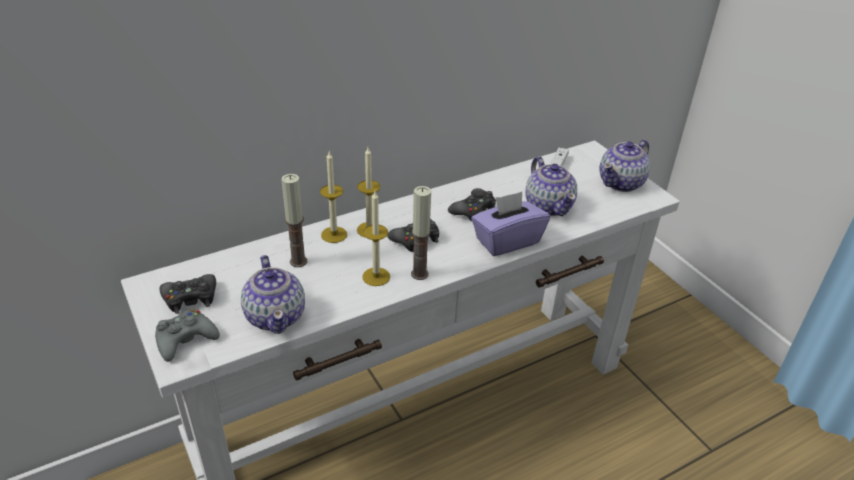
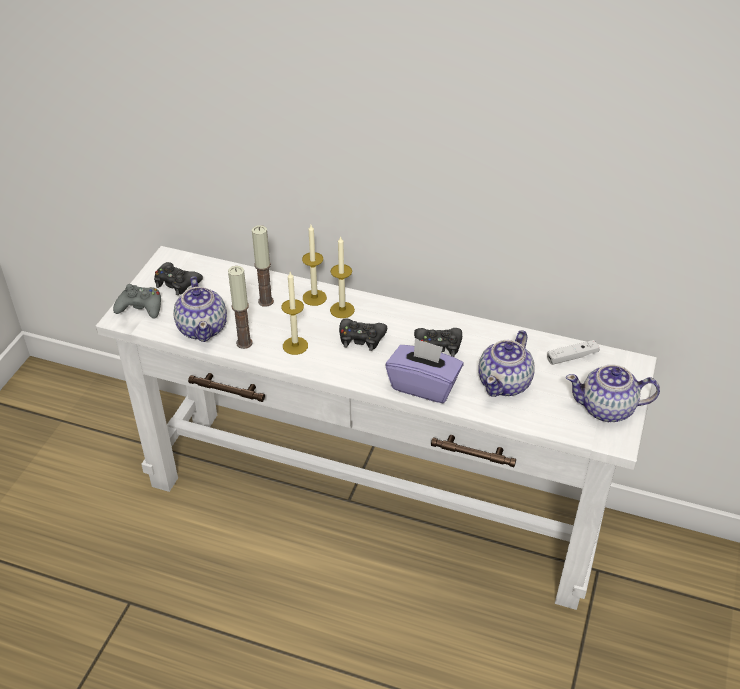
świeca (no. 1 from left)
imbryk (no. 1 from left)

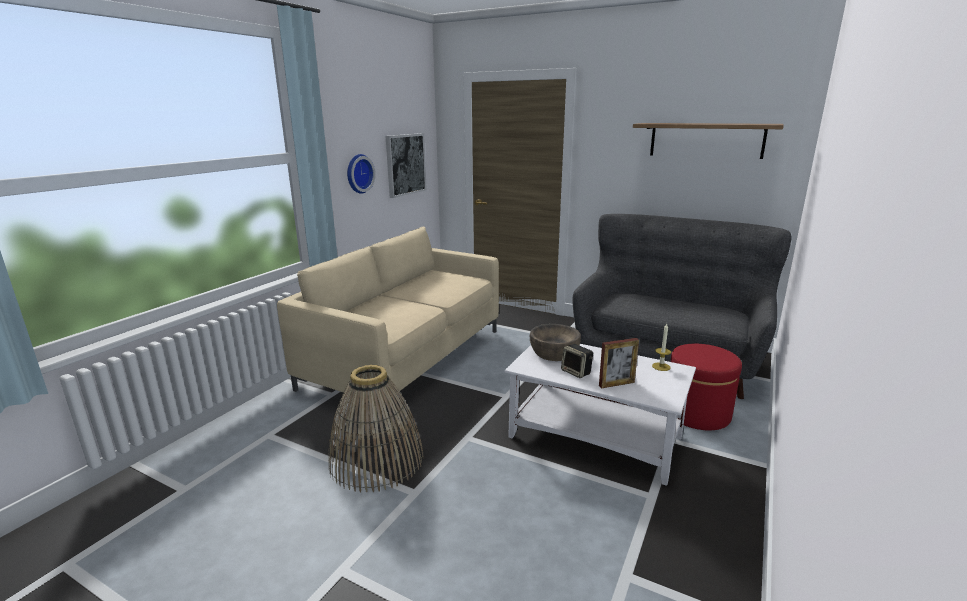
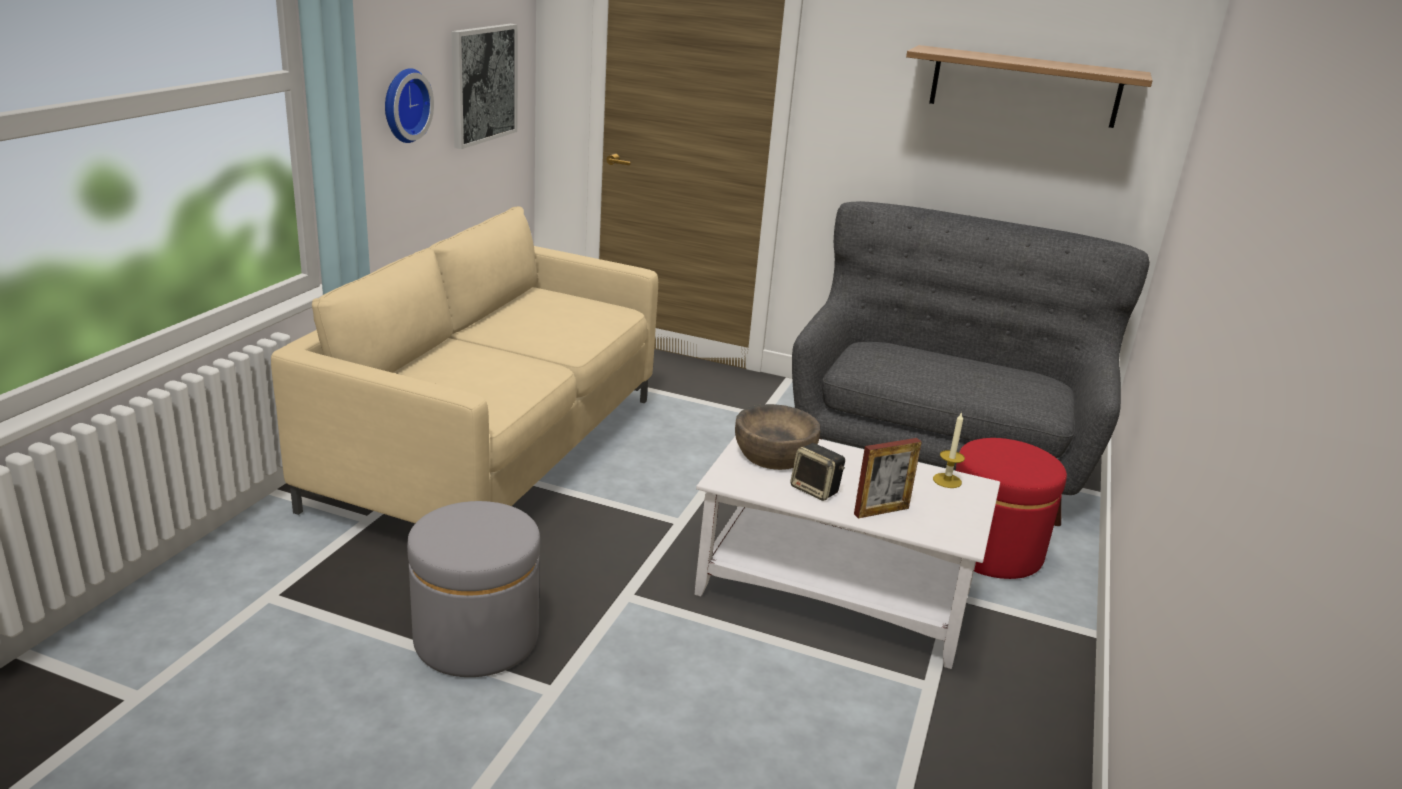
pufa/szary

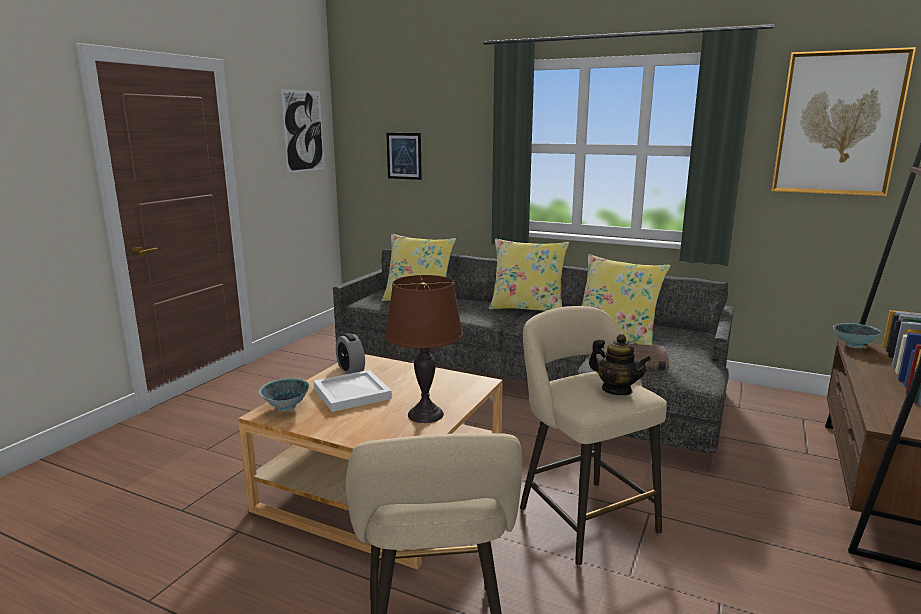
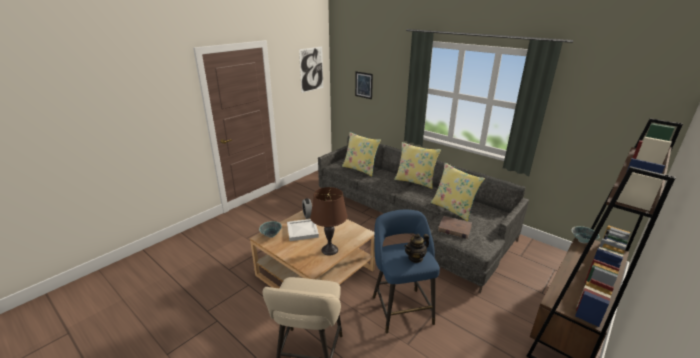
obraz (no. 3 from left in the first image)
stołek/niebieski
imbryk

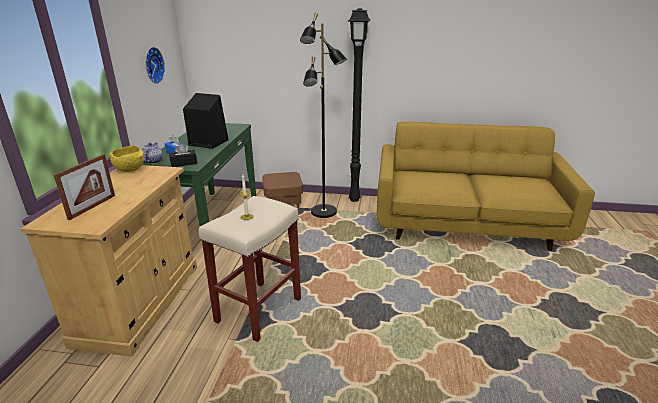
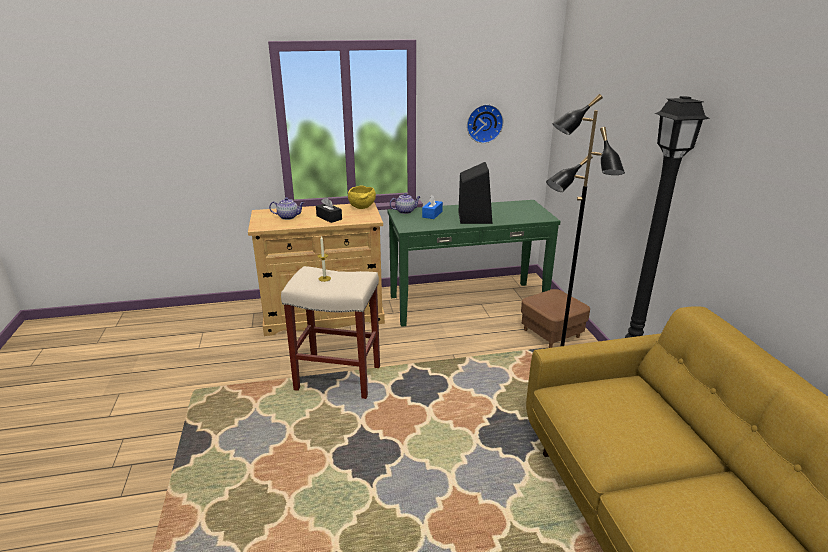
pudełko chusteczek/czarny
imbryk (no. 1 from left)

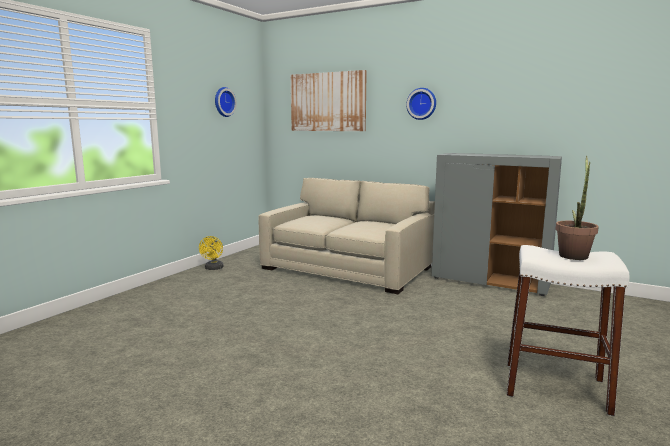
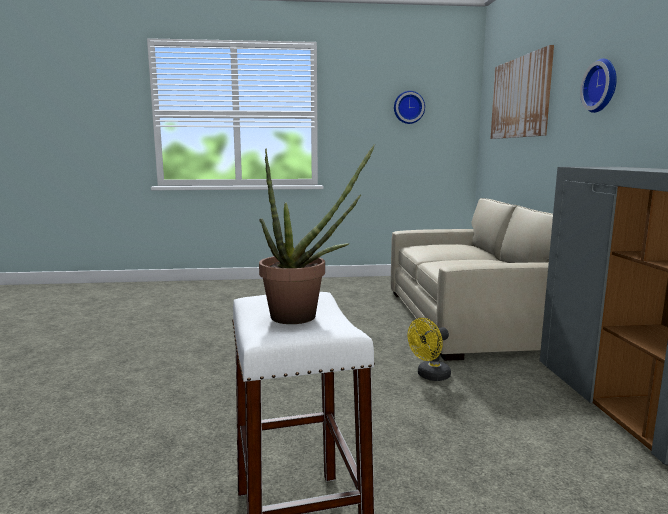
wentylator/żółty

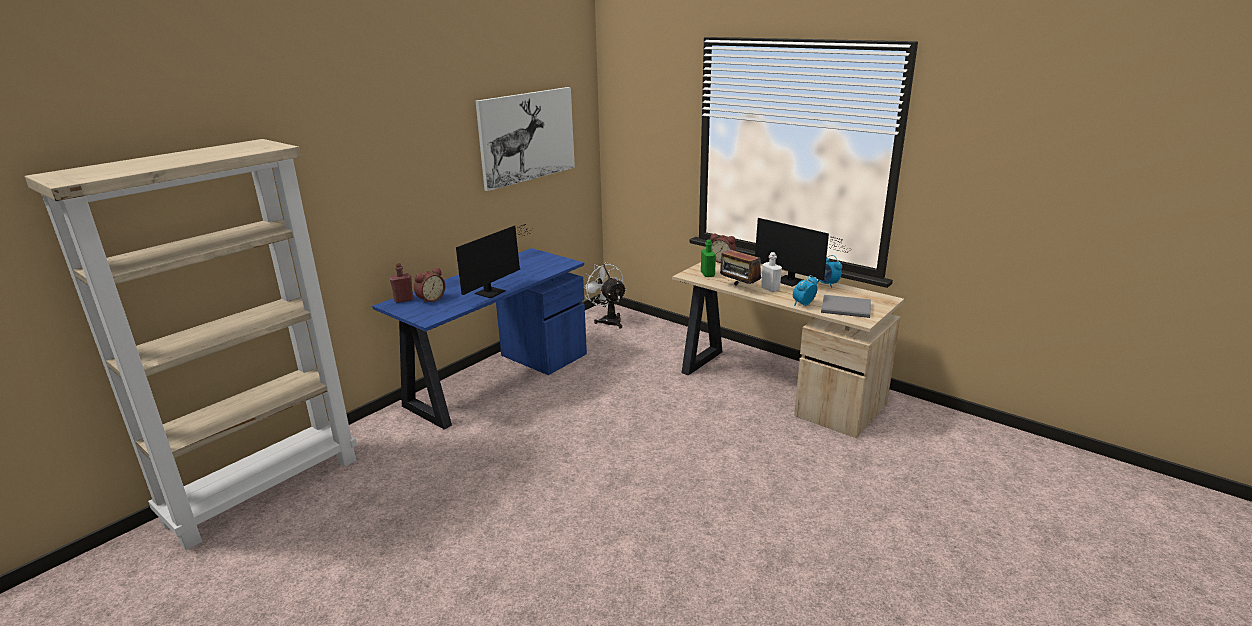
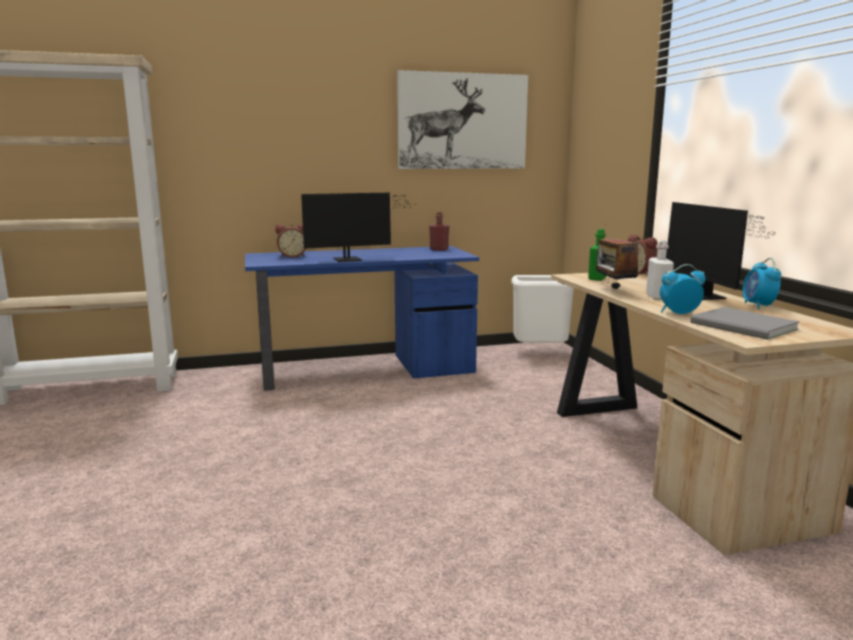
butelka/czerwony
kosz na śmieci/biały

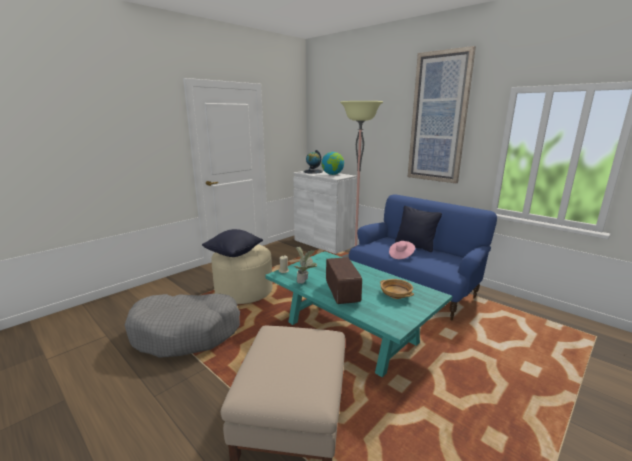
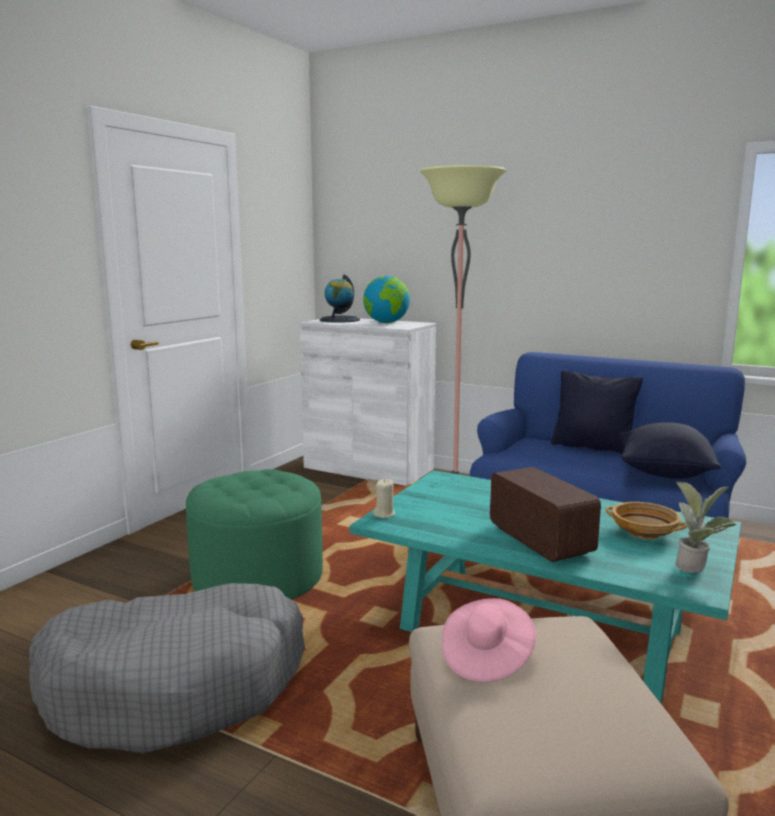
obraz
poduszka/czarny (no. 2 from left)
roślina doniczkowa
kapelusz/różowy
pufa/zielony

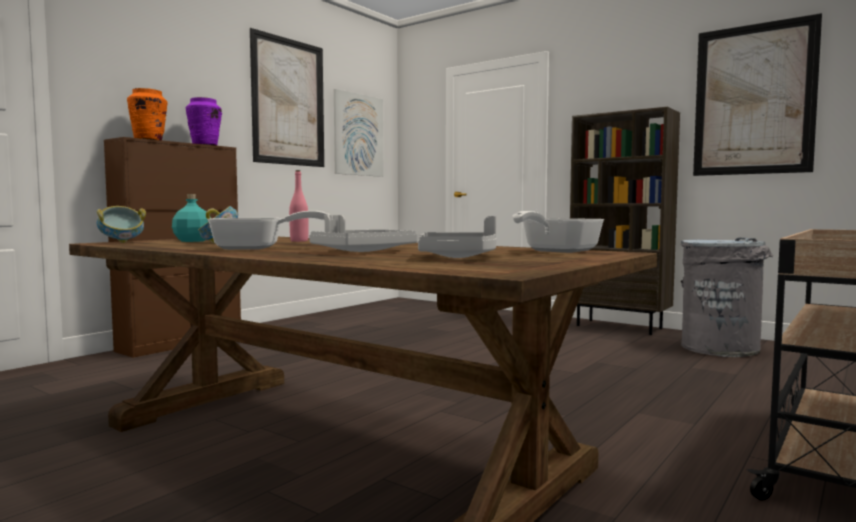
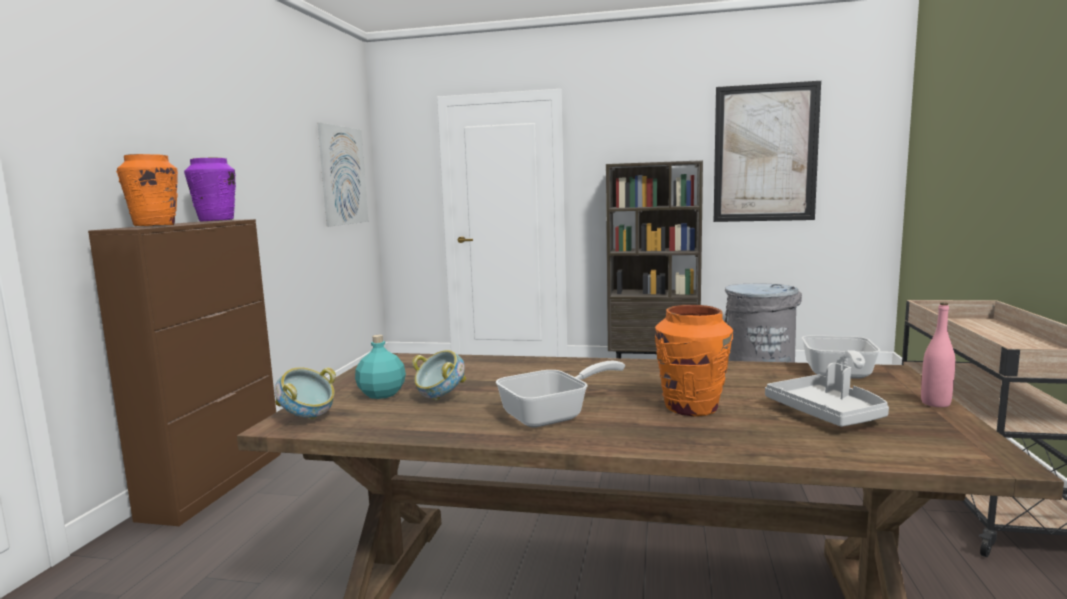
obraz (no. 1 from left in the first image)
butelka/różowy
wazon/pomarańczowy (no. 2 from left)

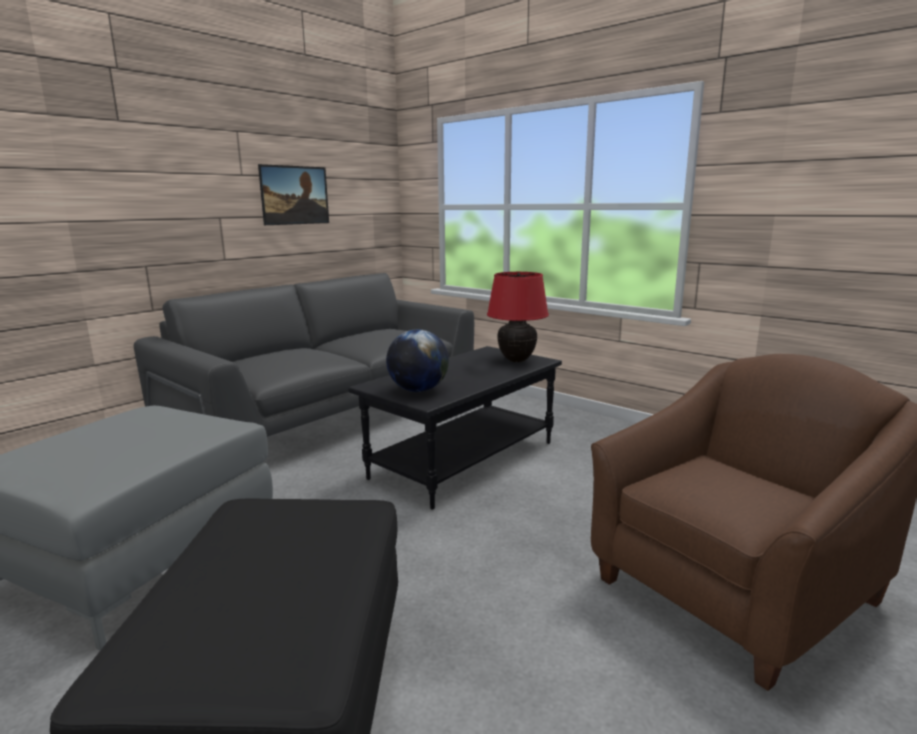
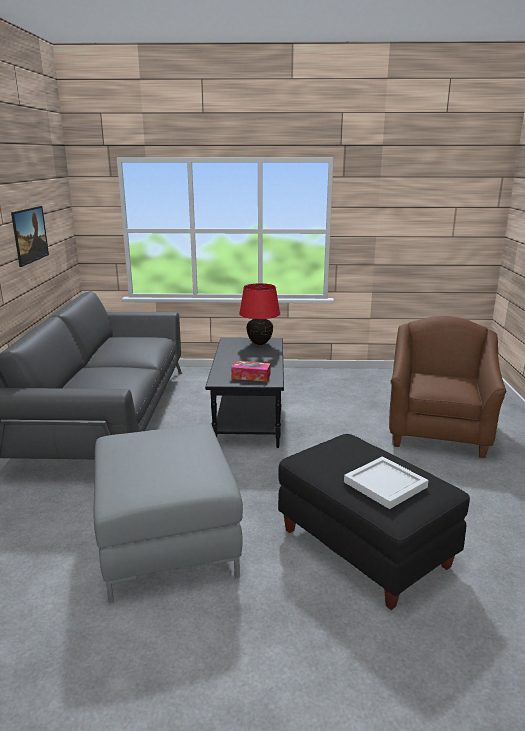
taca/biały
pudełko chusteczek

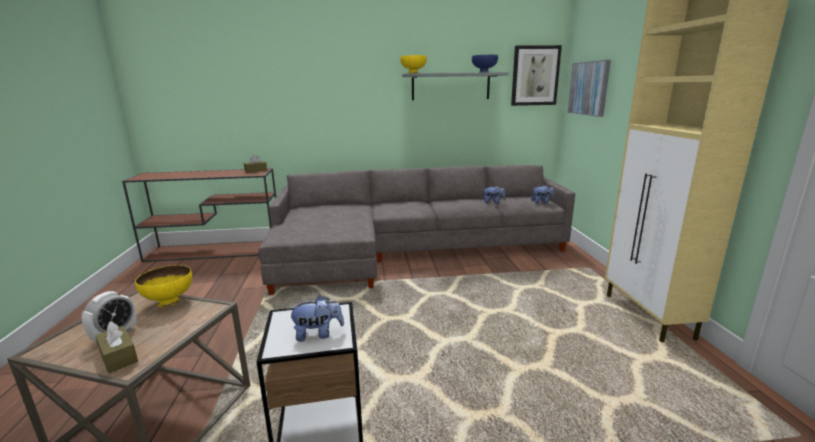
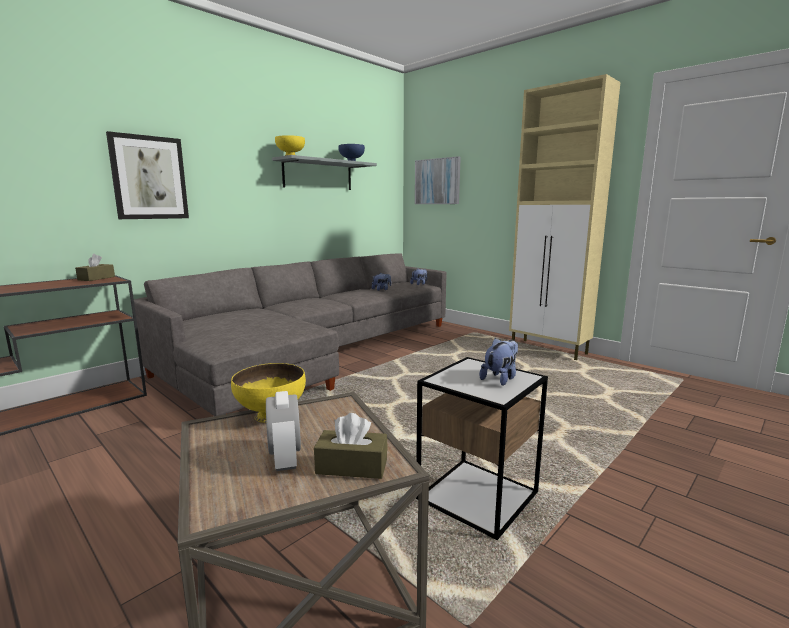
obraz (no. 1 from left)

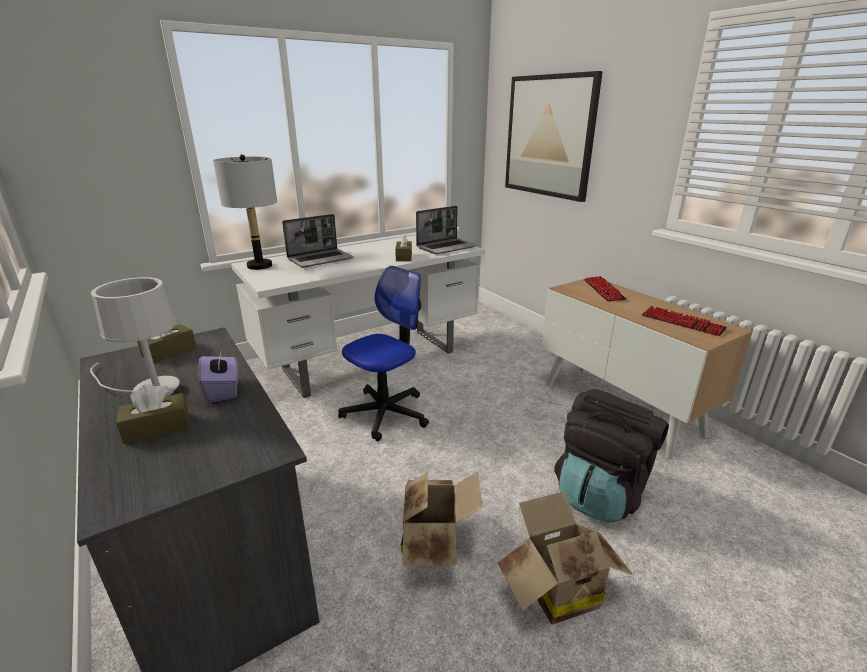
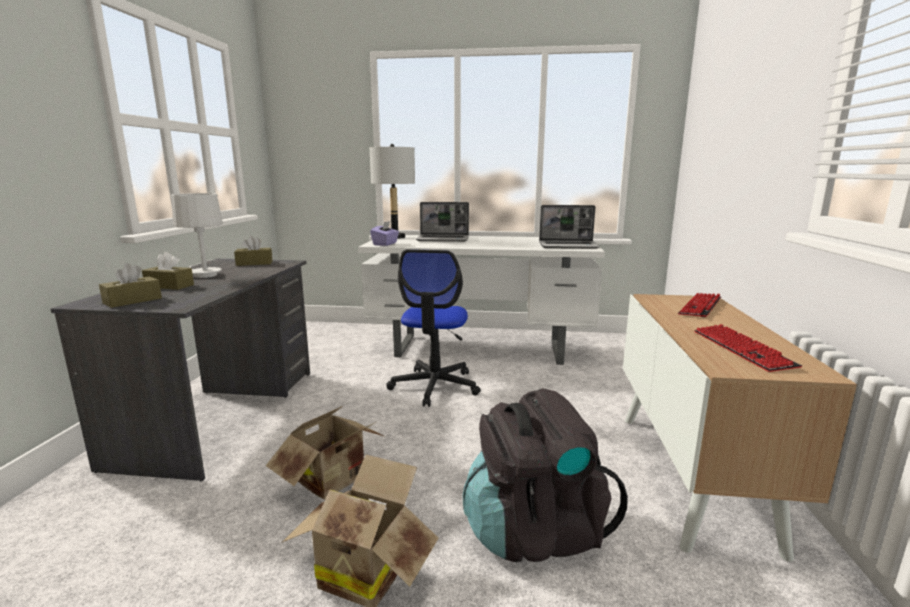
obraz
pudełko chusteczek/fioletowy
pudełko chusteczek/brązowy (no. 1 from left)
krzesło biurowe

